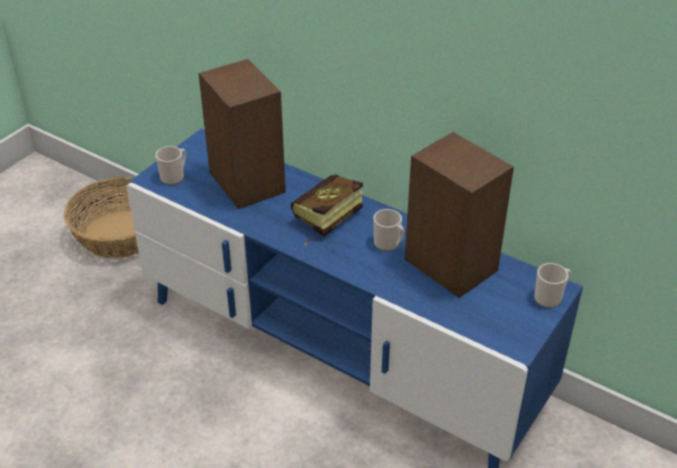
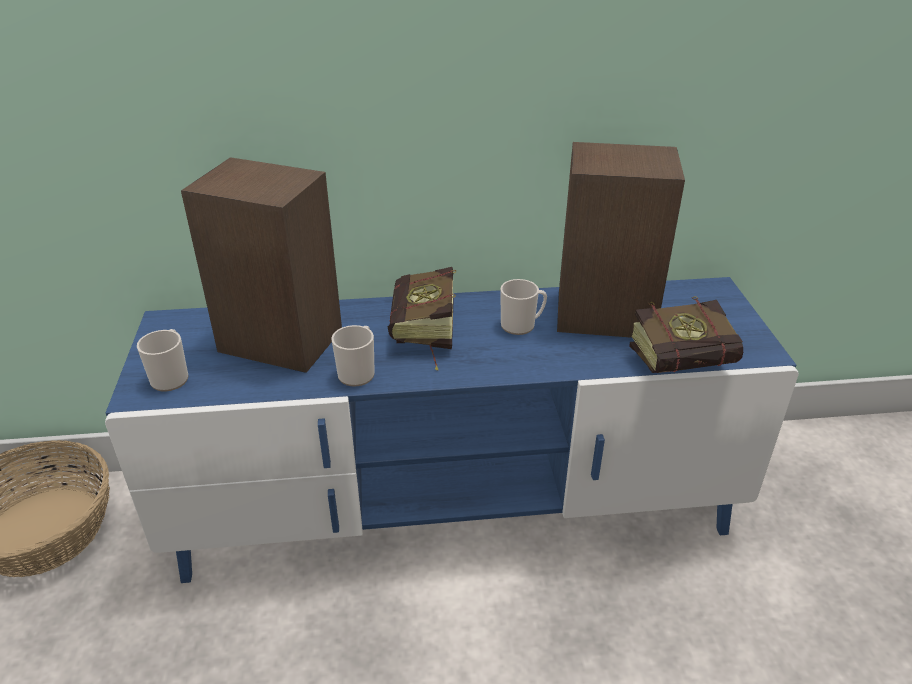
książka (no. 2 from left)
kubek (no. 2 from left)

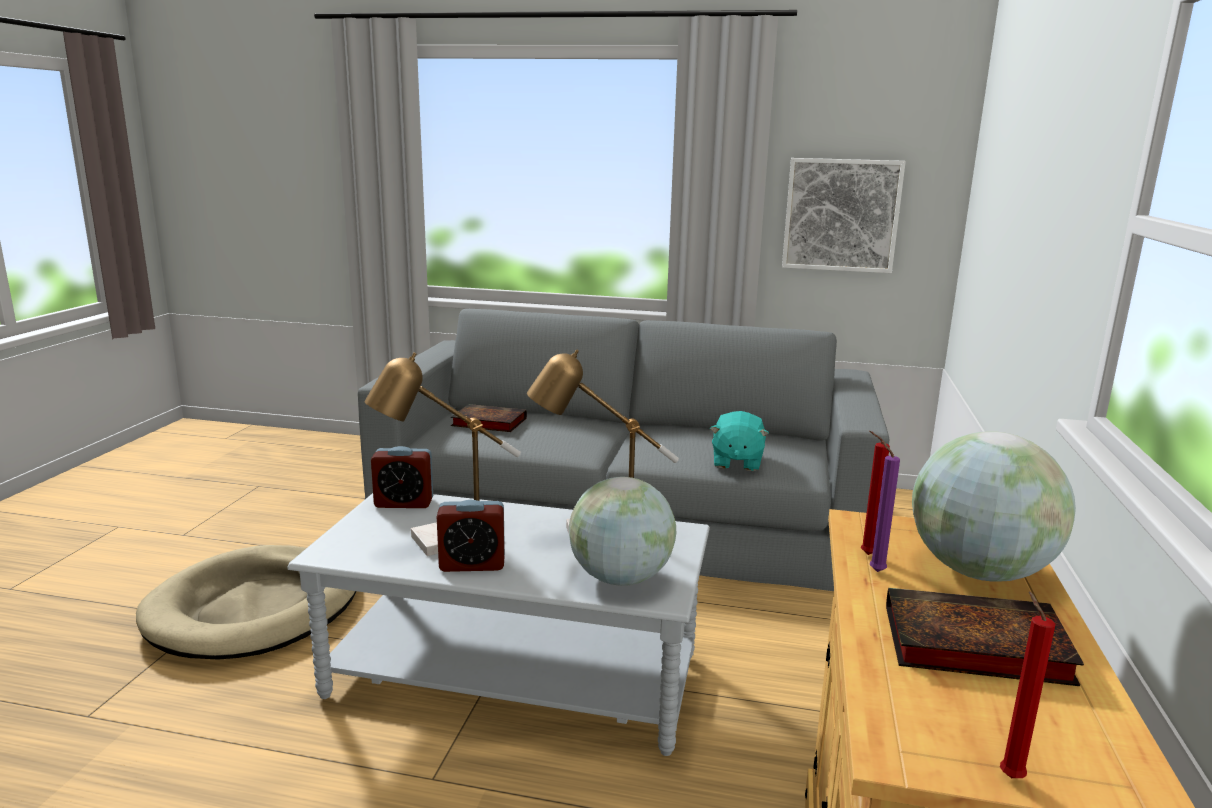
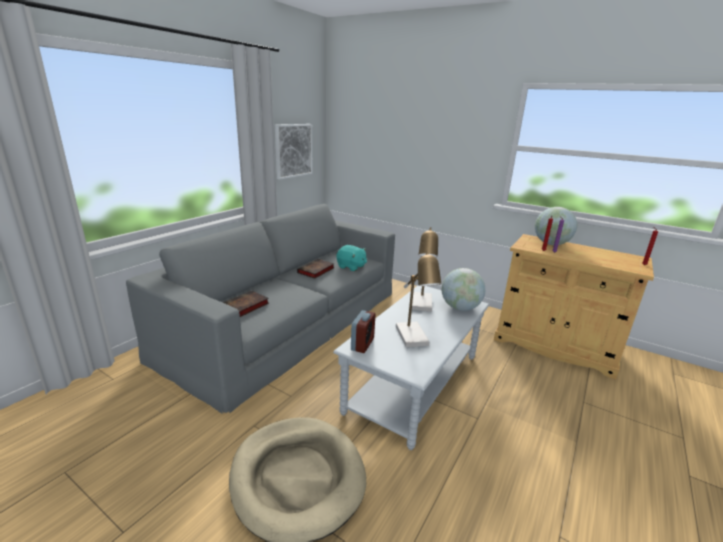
budzik (no. 2 from left in the first image)
książka (no. 2 from left)

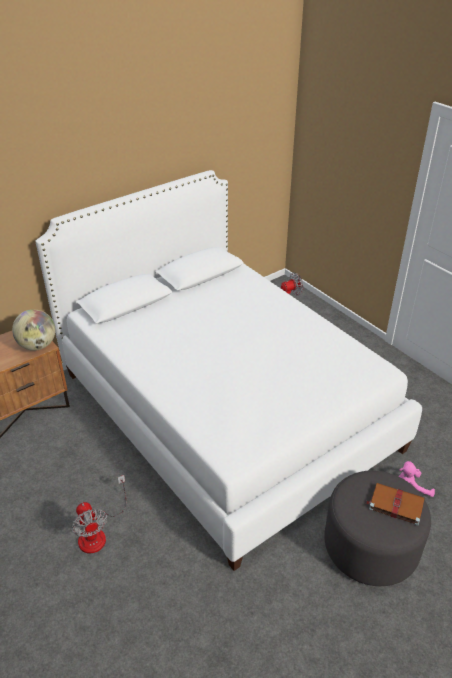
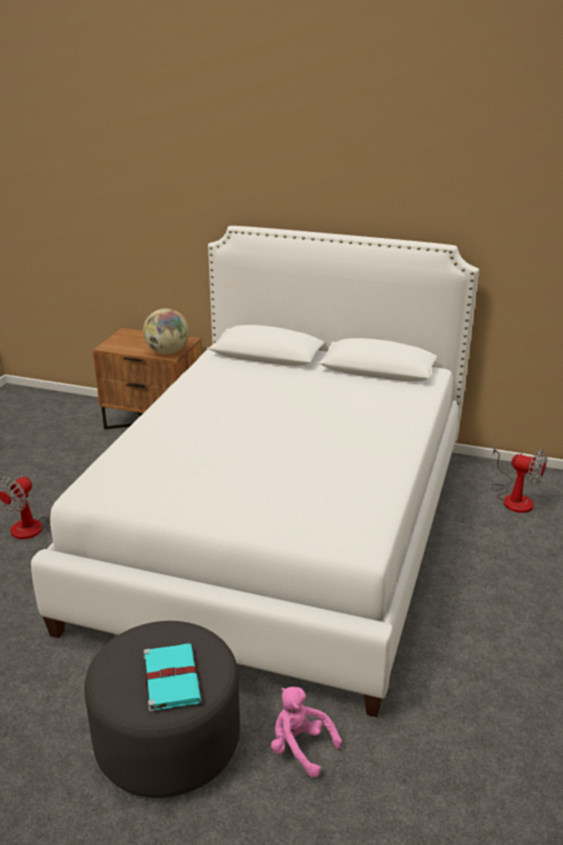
książka/turkusowy

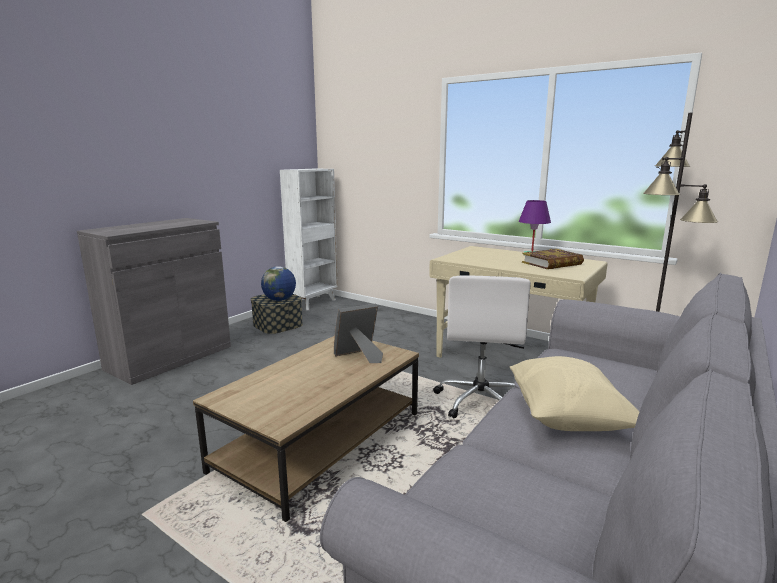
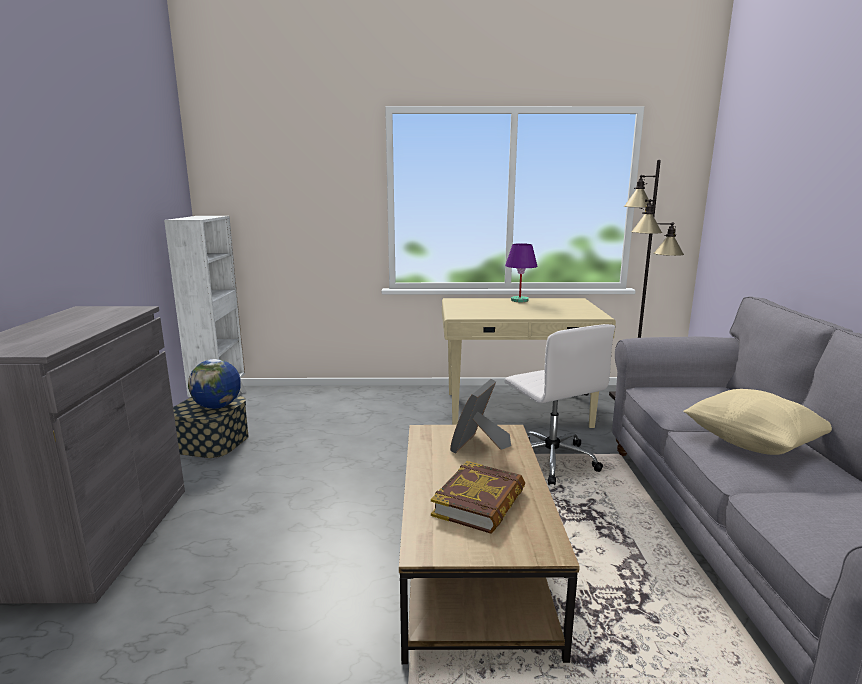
książka

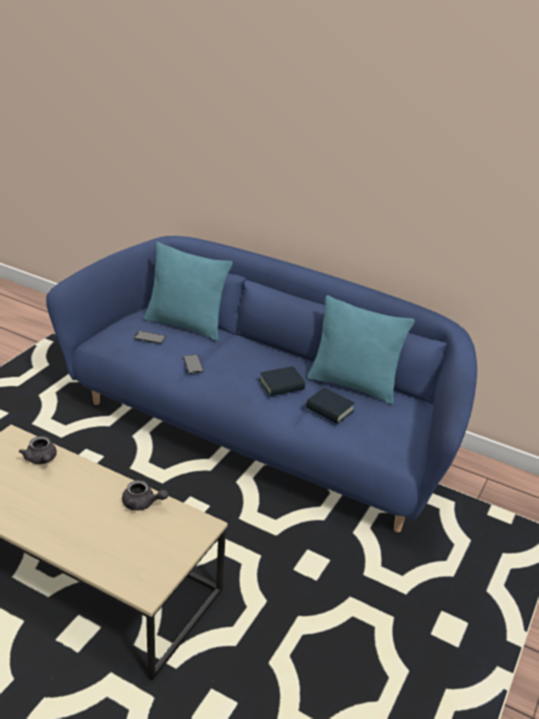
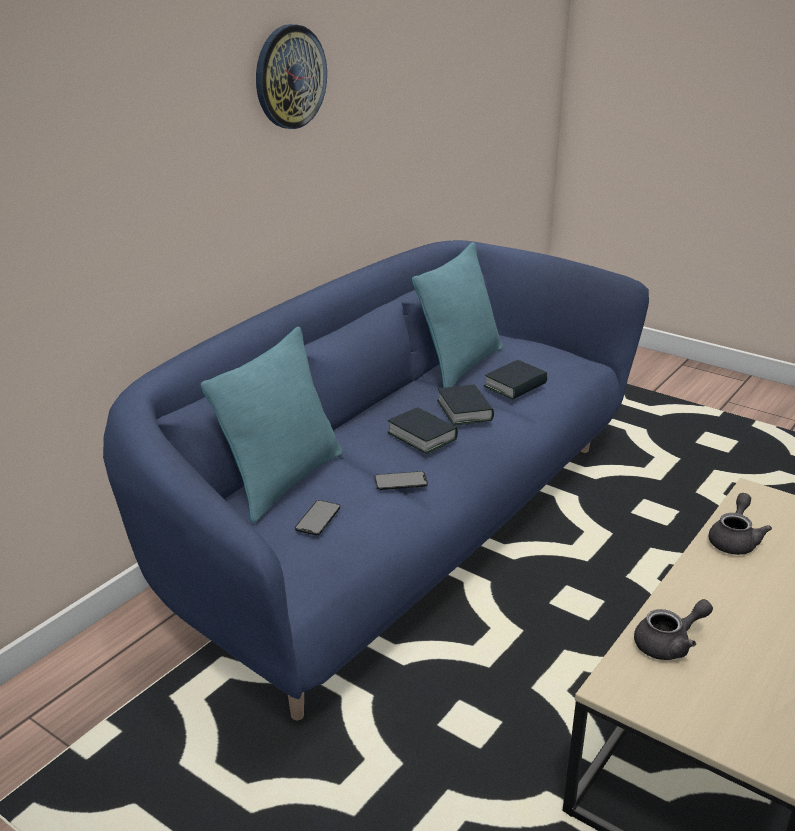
zegar ścienny
książka (no. 1 from left)

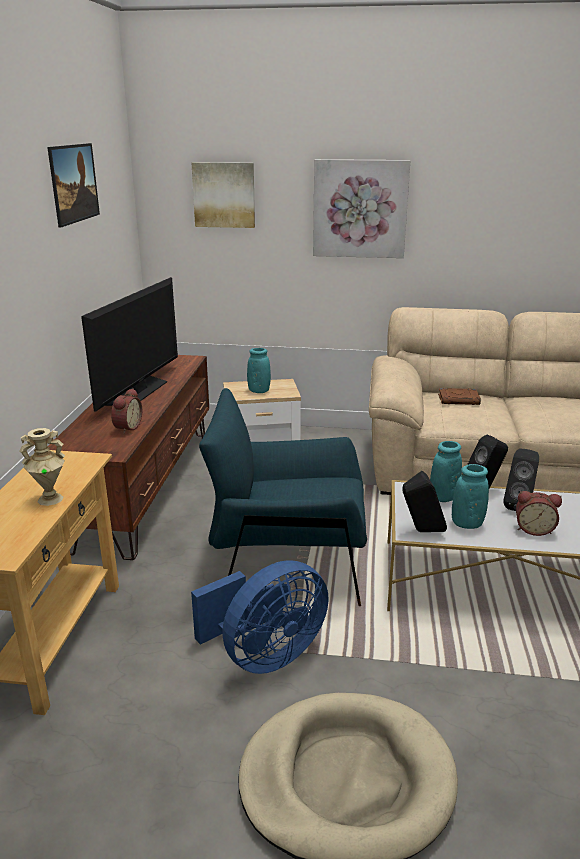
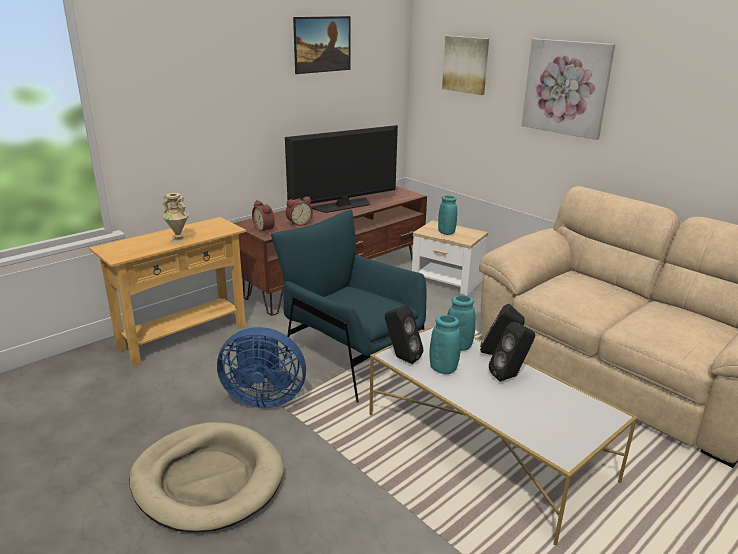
książka/brązowy
budzik (no. 1 from left)

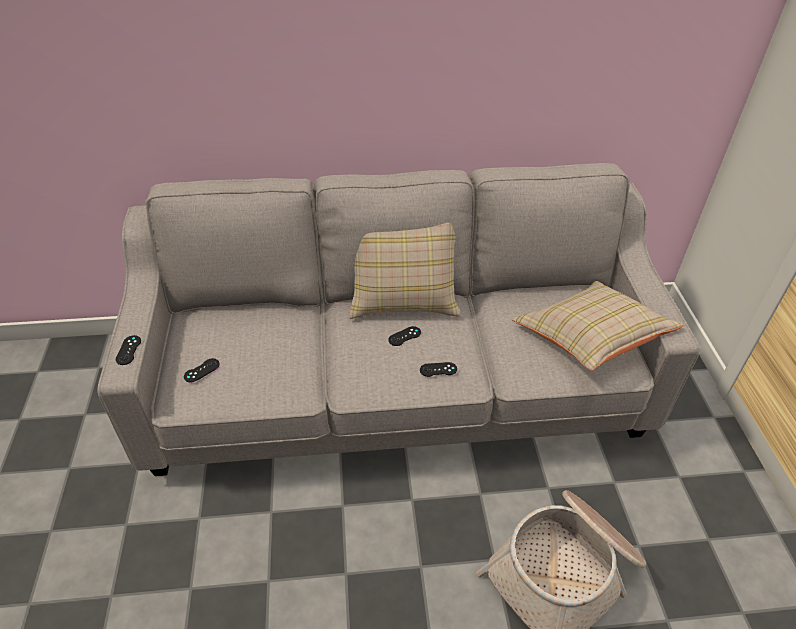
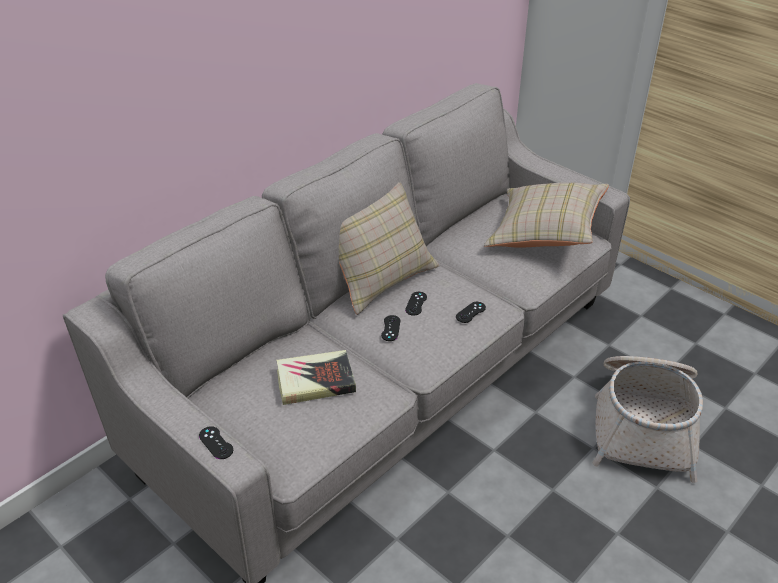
książka
pad do gier/czarny (no. 2 from left)

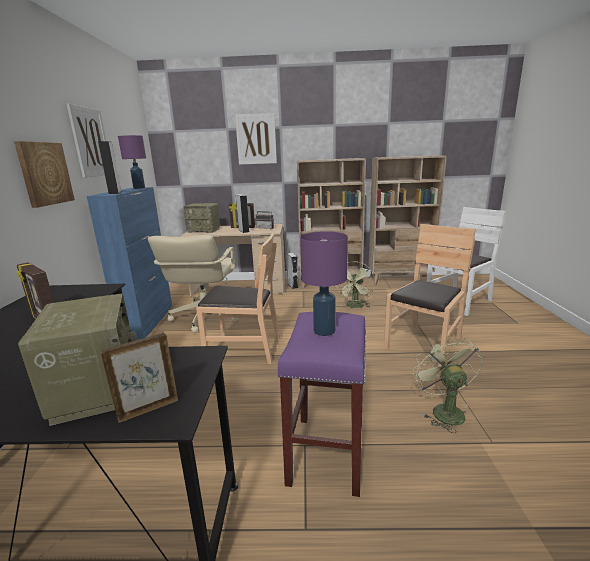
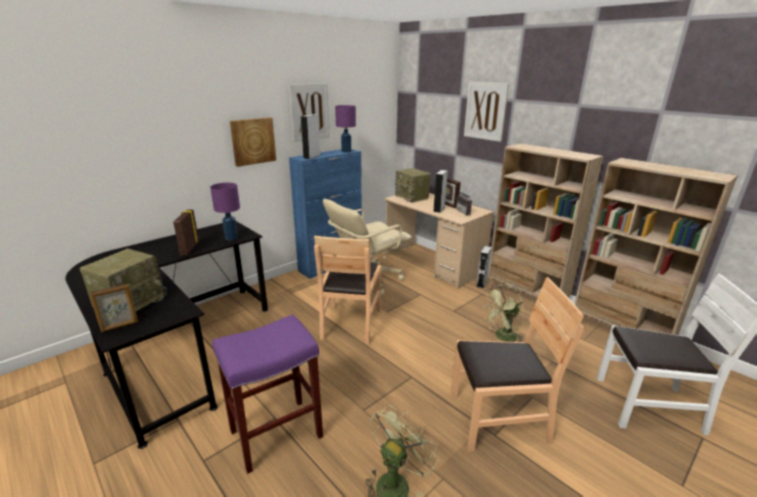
lampa stołowa/fioletowy (no. 1 from left)
ramka na zdjęcie (no. 1 from left)
krzesło/brązowy (no. 1 from left)

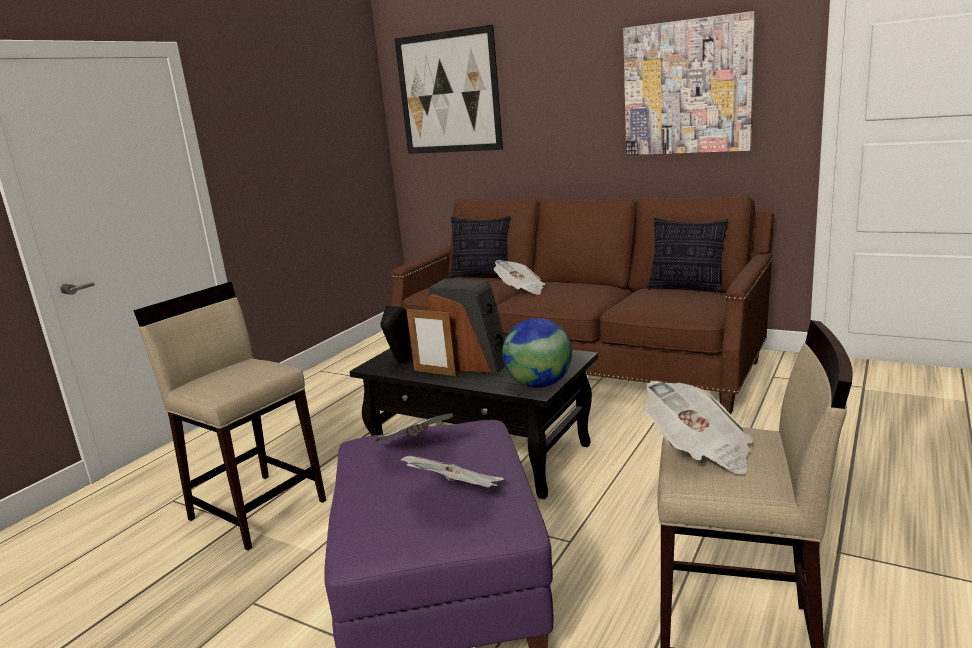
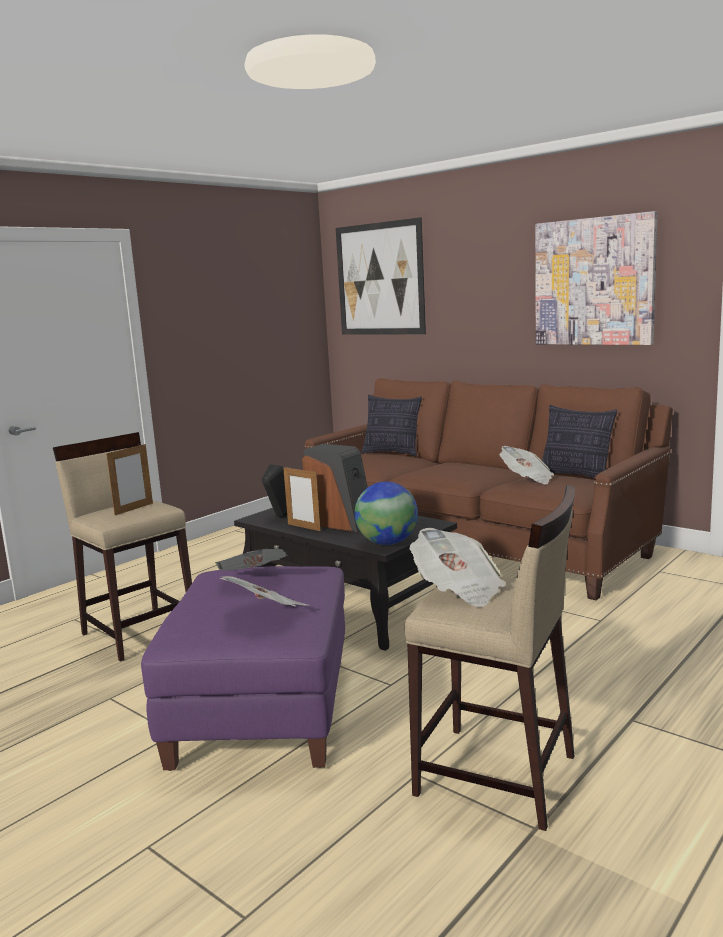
ramka na zdjęcie (no. 1 from left)
gazeta (no. 4 from left)

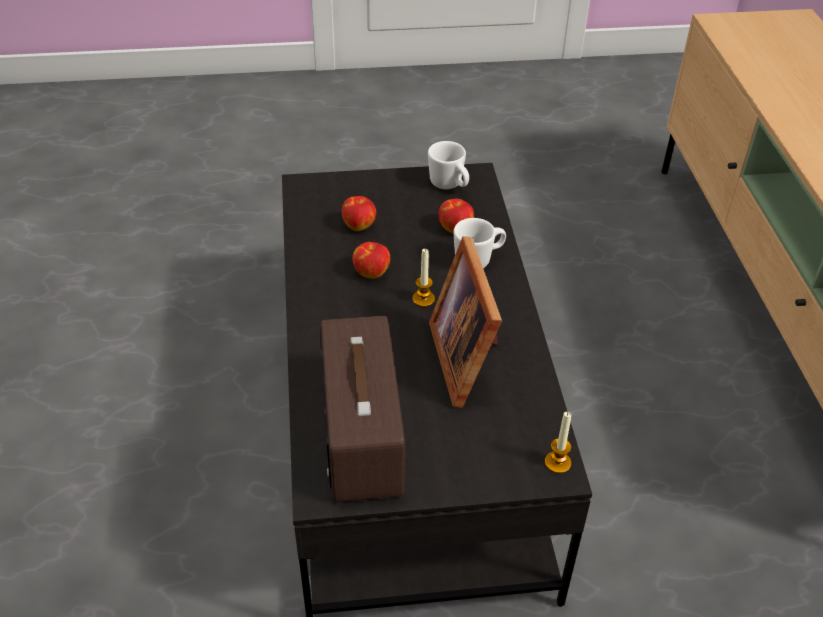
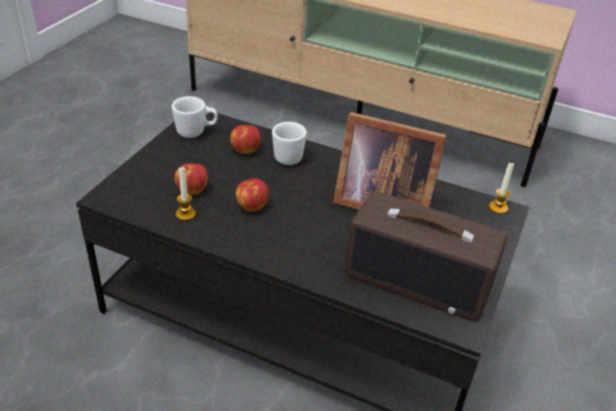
świeca (no. 1 from left)

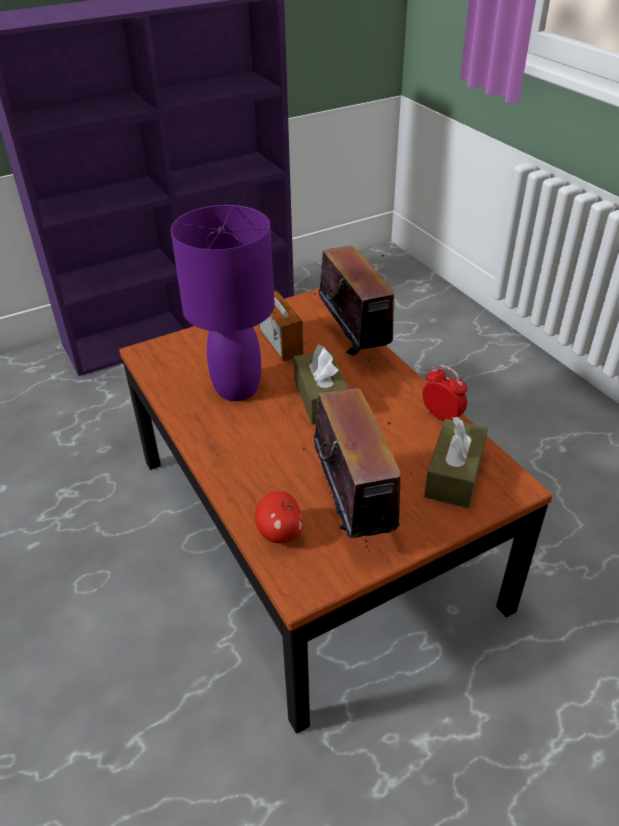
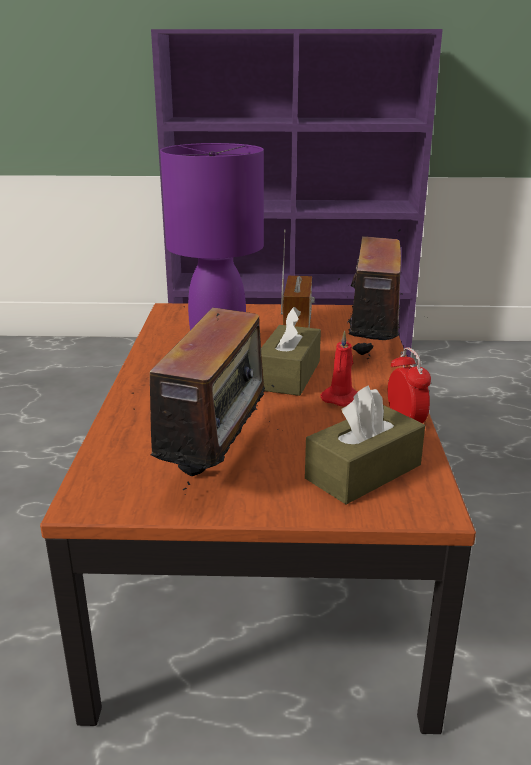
jabłko
świeca/czerwony

